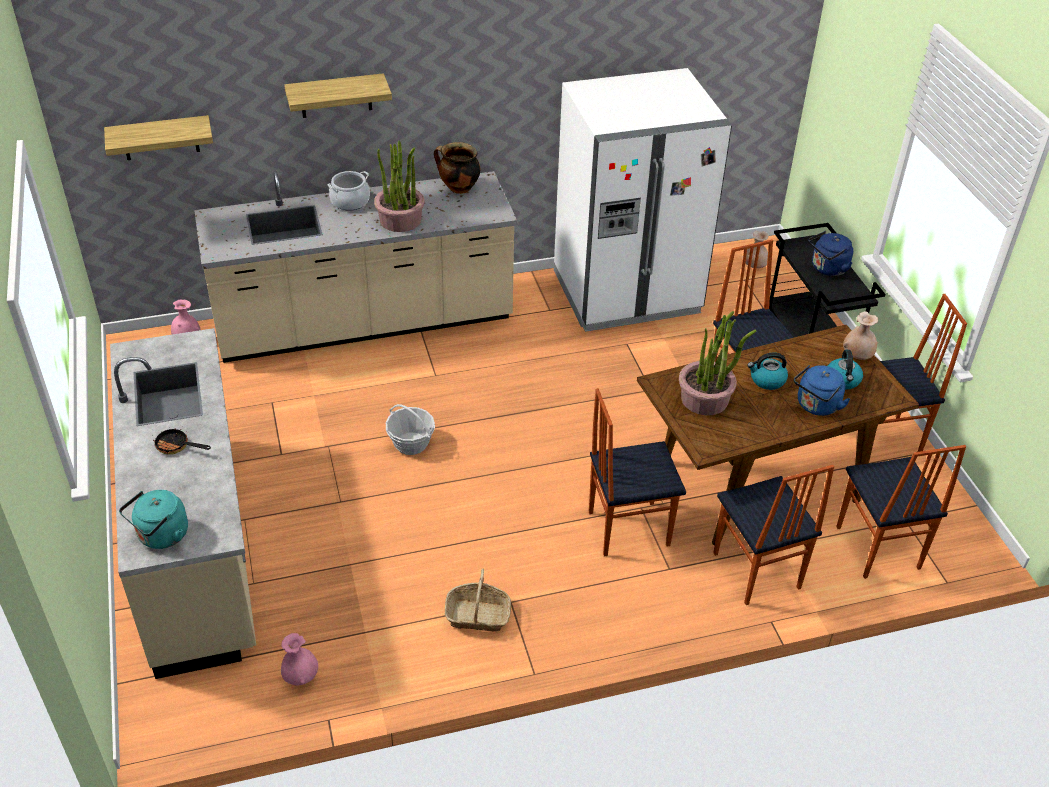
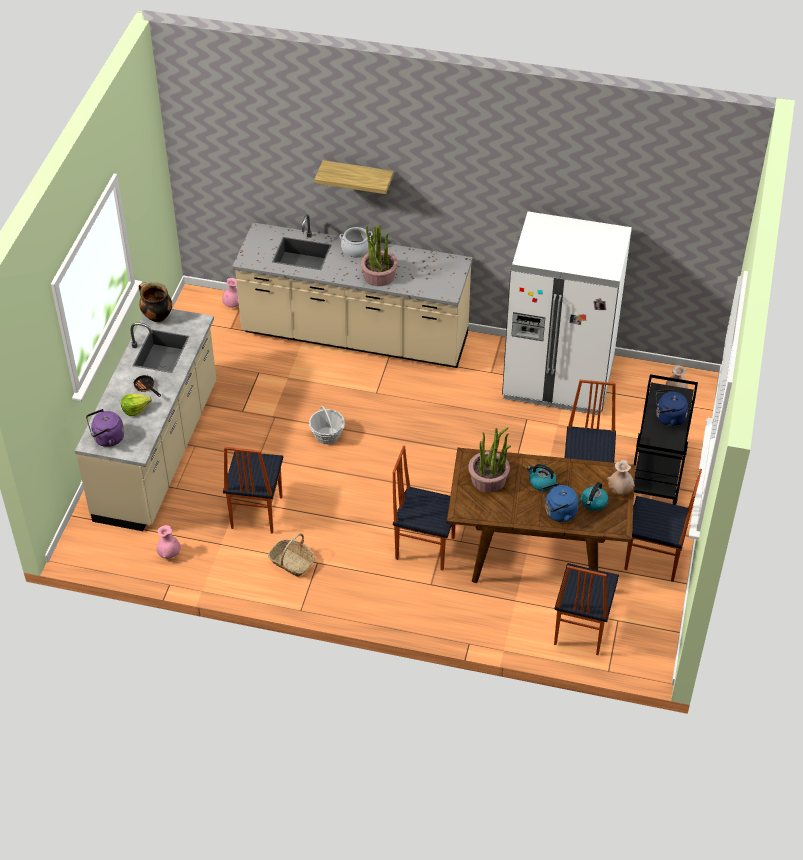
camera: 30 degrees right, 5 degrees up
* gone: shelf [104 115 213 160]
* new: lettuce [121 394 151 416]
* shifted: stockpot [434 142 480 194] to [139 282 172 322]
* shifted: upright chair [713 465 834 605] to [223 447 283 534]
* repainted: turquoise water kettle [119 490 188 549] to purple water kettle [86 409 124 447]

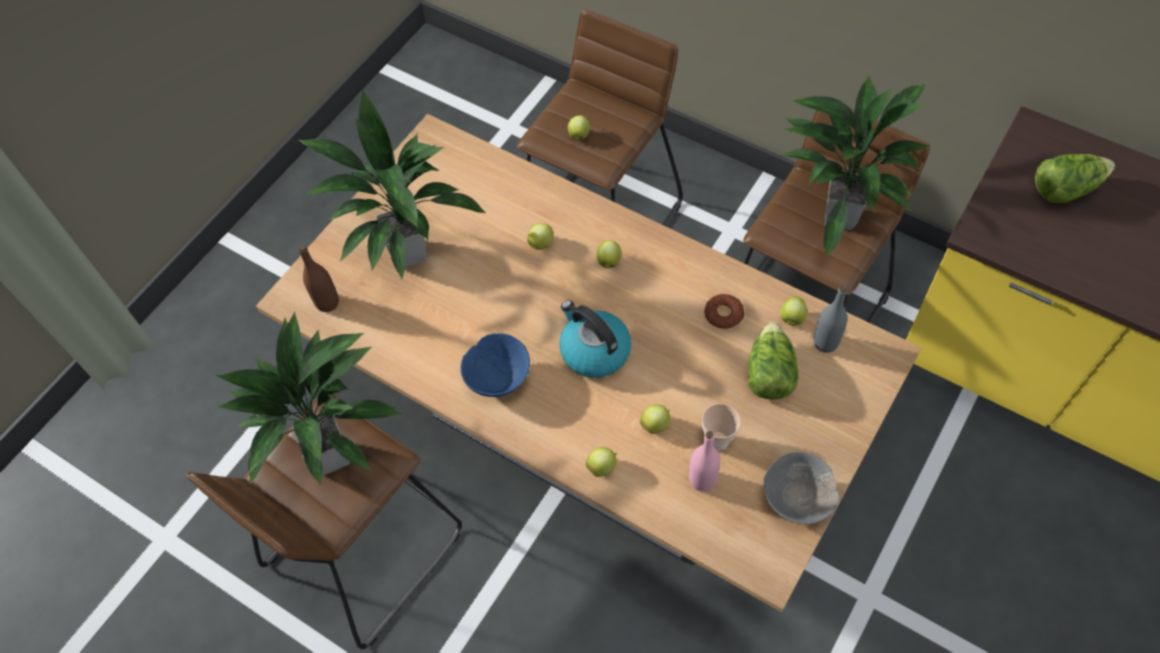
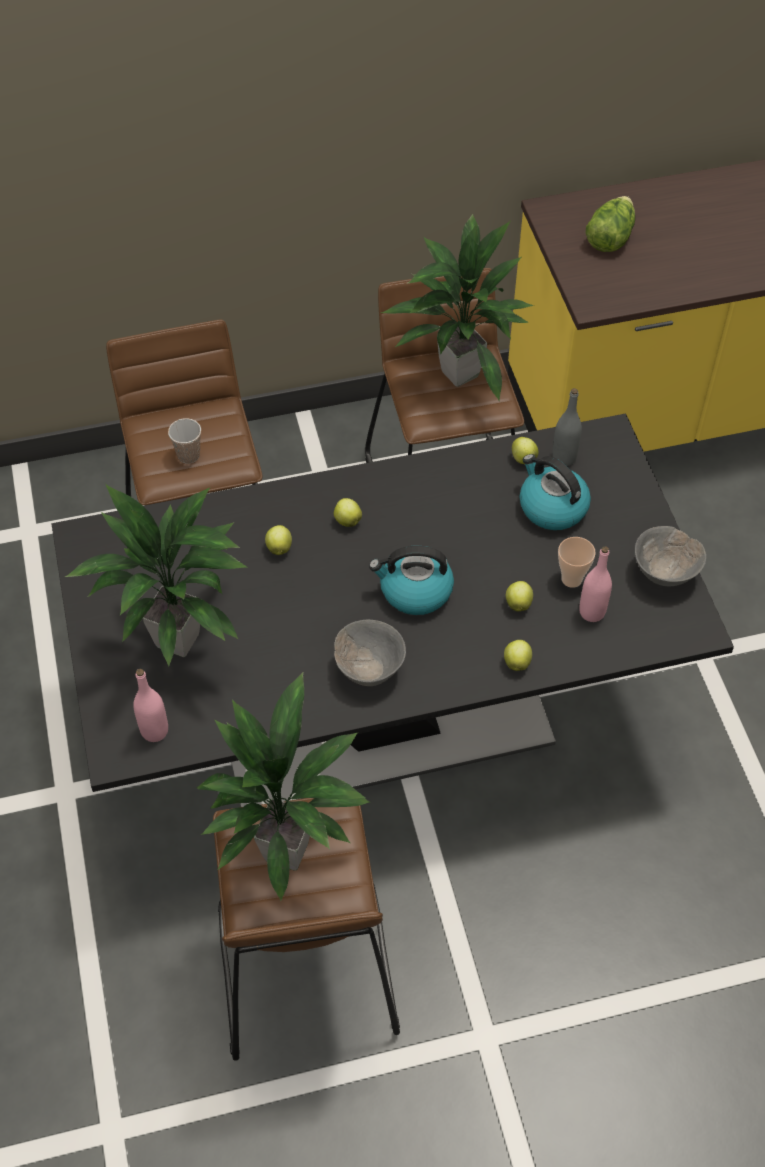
camera: 50 degrees left, 5 degrees down
* gone: doughnut [704 294 744 329]
* swapped: whole apple [568 115 590 140] to drinking cup [168 418 201 464]
* swapped: lettuce [748 322 798 399] to water kettle [520 454 591 530]
* repainted: beige-coloured dinner table [256 114 922 612] to black dinner table [52 413 734 807]
* repainted: brownish beverage bottle [298 245 339 312] to pink-coloured beverage bottle [133 669 168 742]
* repainted: bluish deep dish [460 333 530 397] to gray deep dish [334 619 406 686]

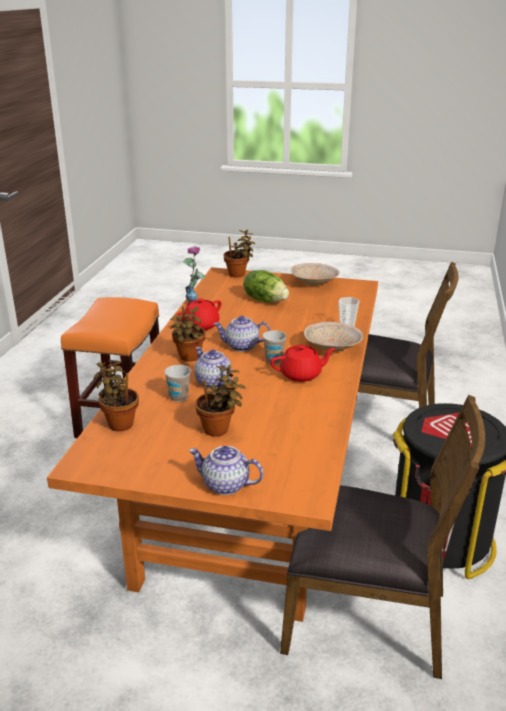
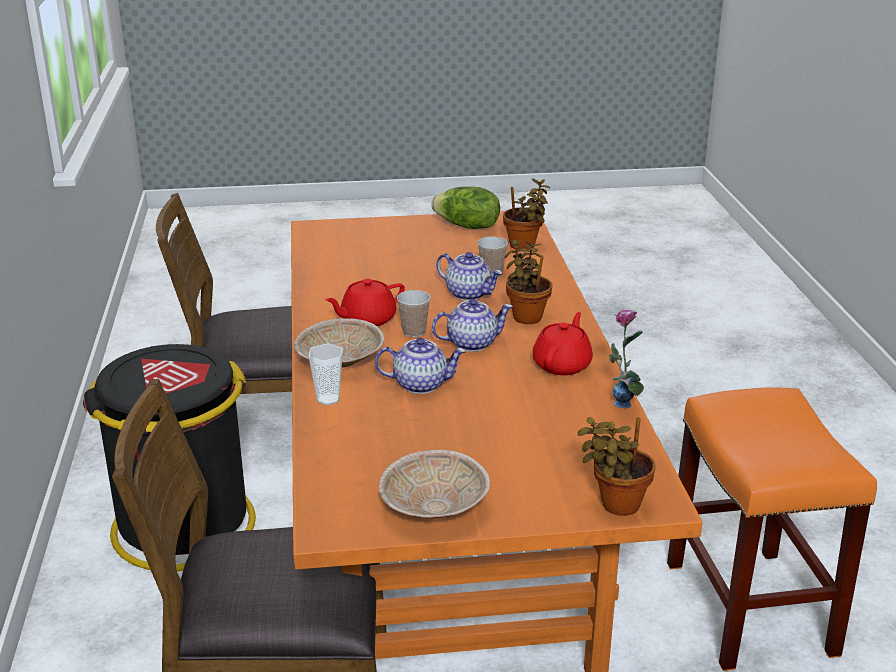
camera: 160 degrees right, 0 degrees up
* gone: houseplant [195 365 246 437]
* shifted: pot for tea [189 446 263 495] to [375 338 466 394]
* shifted: lettuce [243 270 289 303] to [431 186 500 229]

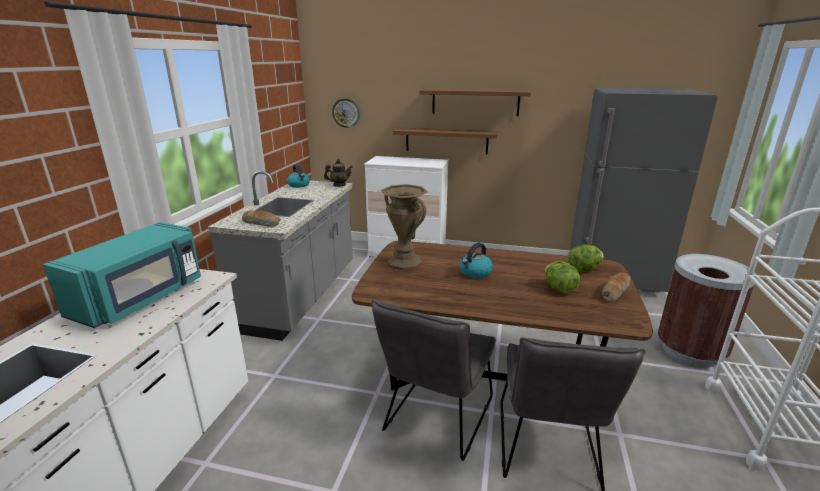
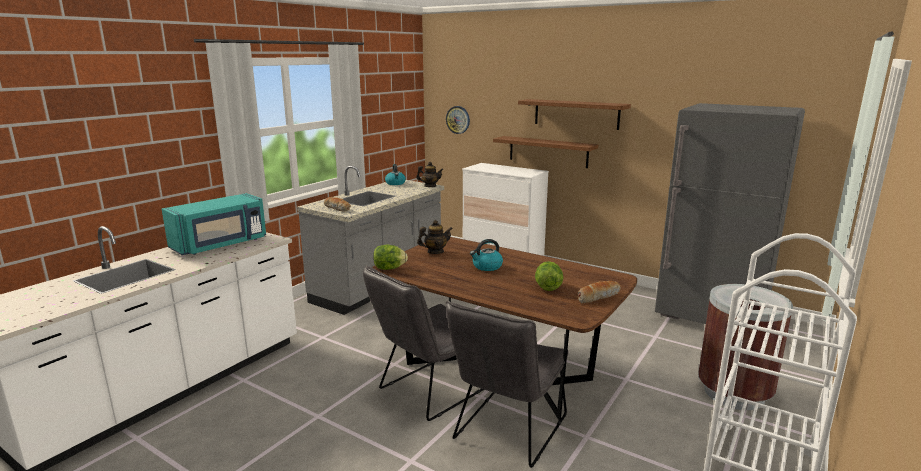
camera: 20 degrees right, 5 degrees down
* shifted: lettuce [568 244 604 272] to [373 244 408 270]
* swapped: brownish flower vase [381 184 428 270] to pot for tea [417 220 453 254]

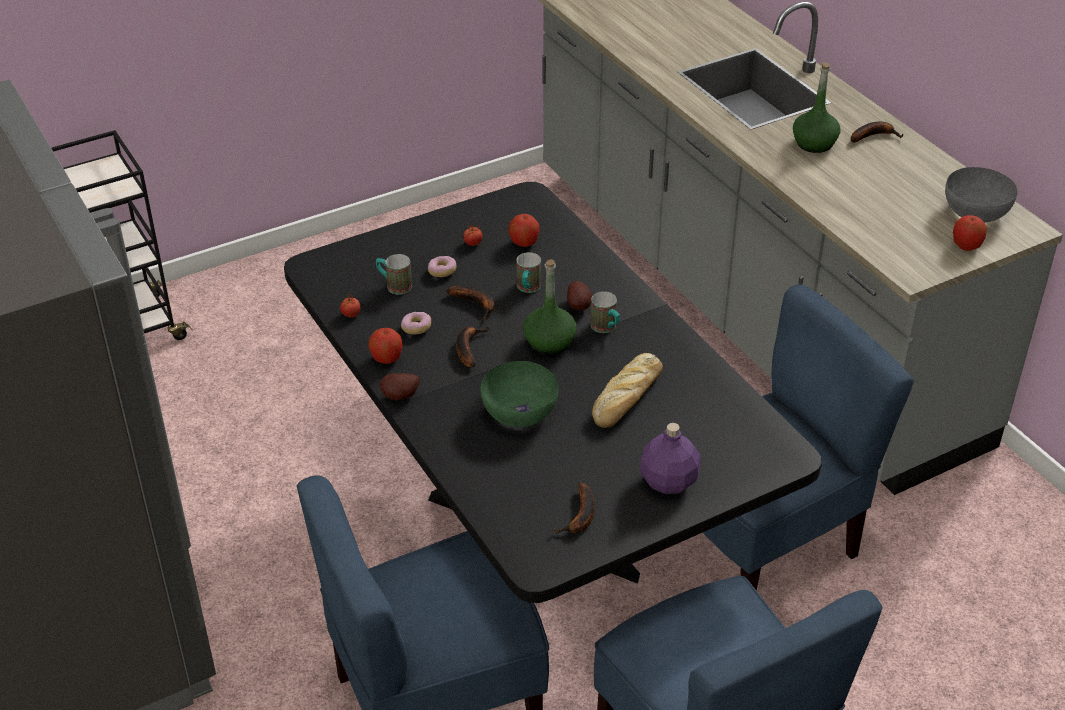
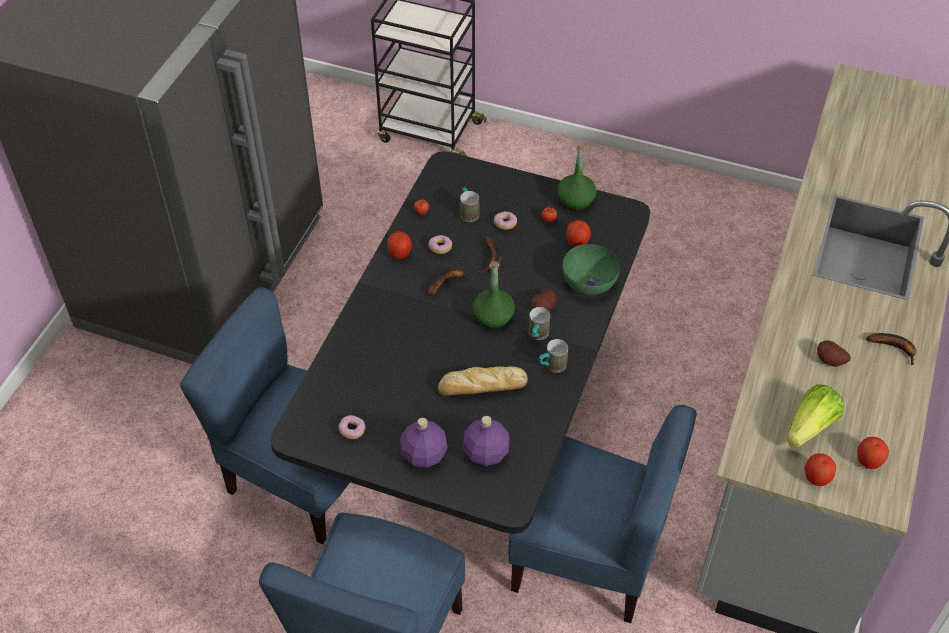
camera: 50 degrees right, 10 degrees up
* new: purple beverage bottle [463 416 509 466]
* new: lettuce [787 384 844 448]
* shifted: potato [380 373 420 400] to [817 340 851 367]
* shifted: green-coloured deep dish [481 361 558 427] to [562 244 620 295]
* shifted: tea mug [516 252 541 293] to [539 339 568 373]
* shifted: green-coloured beverage bottle [793 62 840 153] to [557 143 597 211]
* swapped: whole banana [552 482 595 533] to doughnut [338 415 366 439]
* swapped: gray deep dish [945 167 1018 222] to whole apple [857 437 889 469]

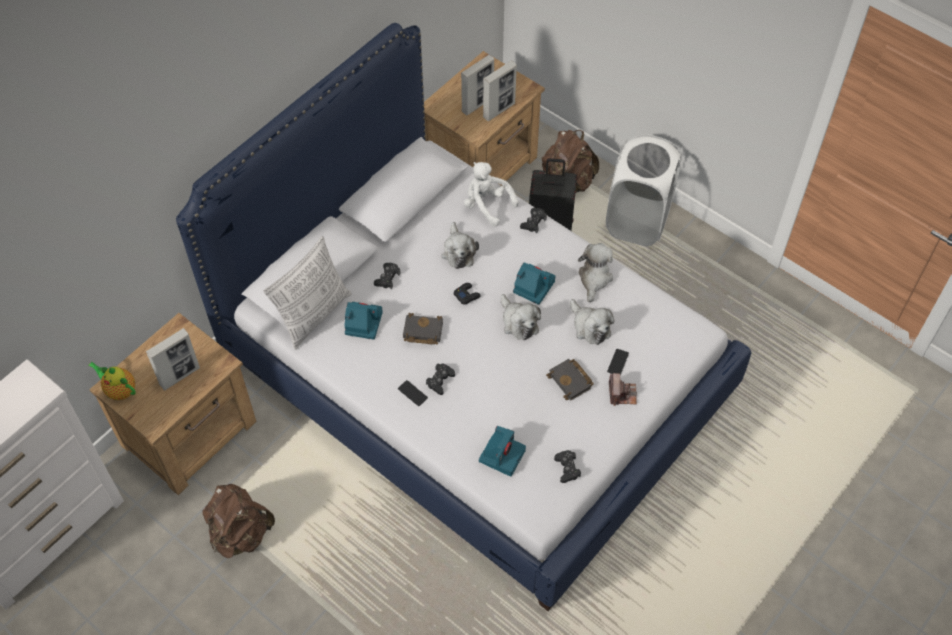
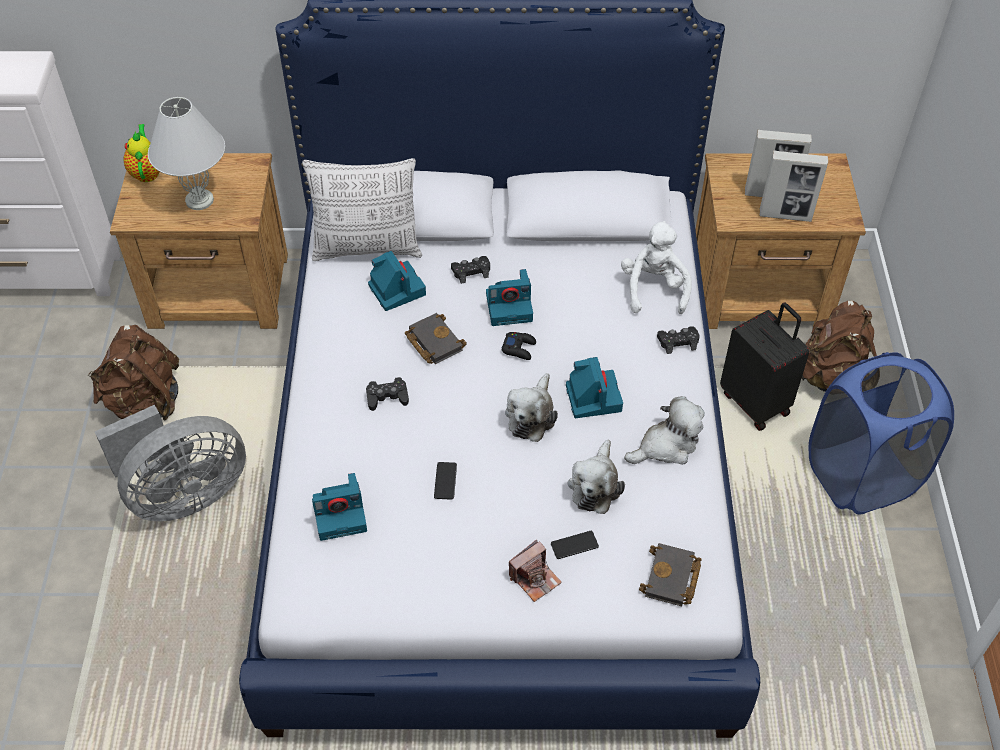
camera: 50 degrees right, 5 degrees down
* gone: plush toy [442 222 479 269]
* gone: black game controller [554 450 581 483]
* new: gray fan [95 405 246 521]
* new: still camera [486 269 533 326]
* shifted: handset [398 380 428 406] to [434 462 457 500]
* shifted: black bound book [546 359 594 401] to [639 543 702 606]
* swapped: photo frame [146 328 200 390] to white tabletop lamp [148 97 225 210]
* repainted: white laundry basket [606 134 682 246] to bluish laundry basket [809 352 954 515]

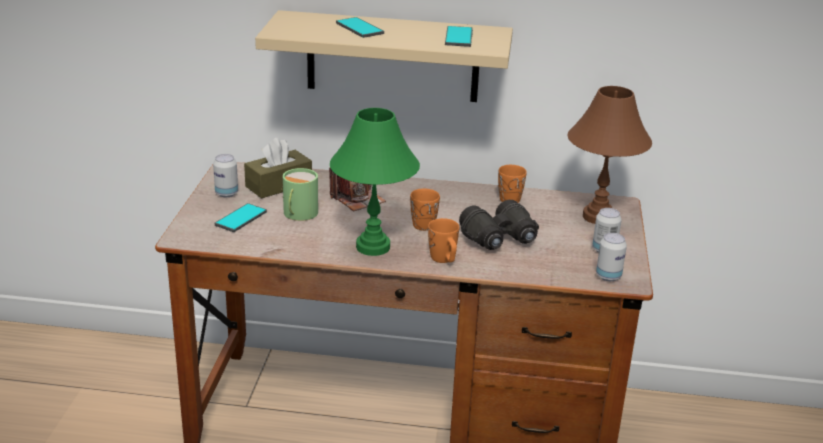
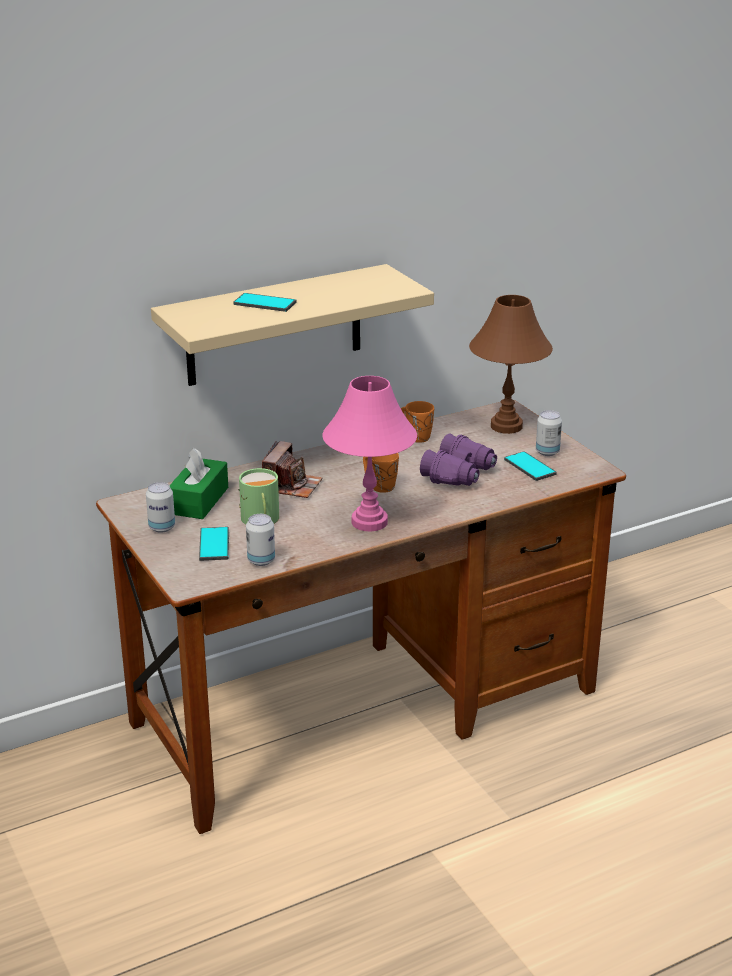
camera: 35 degrees left, 0 degrees up
* gone: orangey tea mug [428 218 459 263]
* shifted: handset [445 26 473 47] to [504 451 557 481]
* shifted: metal can [596 233 627 281] to [246 514 275 566]
* repainted: brownish tissue box [244 137 312 199] to green-coloured tissue box [169 447 228 519]
* repainted: green-coloured tabletop lamp [330 108 420 256] to pink-coloured tabletop lamp [322 376 417 531]
* repainted: black binoculars [459 200 539 250] to purple binoculars [420 434 497 486]

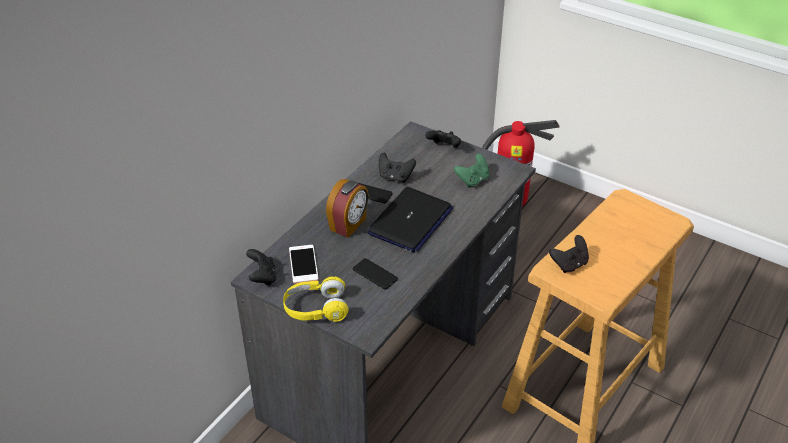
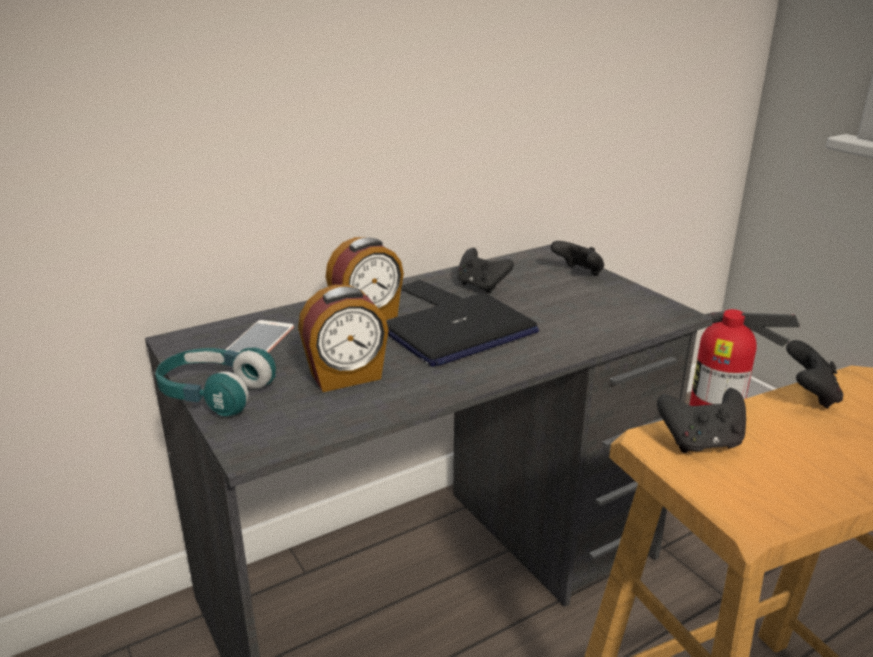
camera: 25 degrees right, 15 degrees down
* gone: green-coloured game controller [454 154 489 187]
* shifted: black game controller [246 249 276 286] to [786 340 843 409]
* swapped: handset [353 258 398 290] to alarm clock [298 285 389 392]
* repainted: yellowish headphones [283 277 348 322] to turquoise headphones [155 347 276 416]

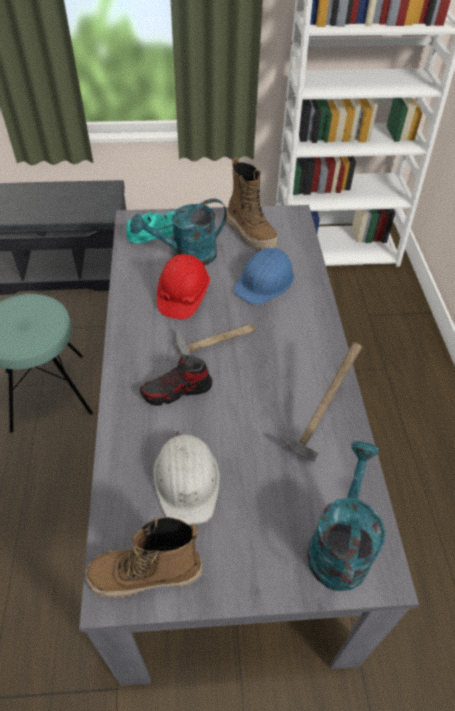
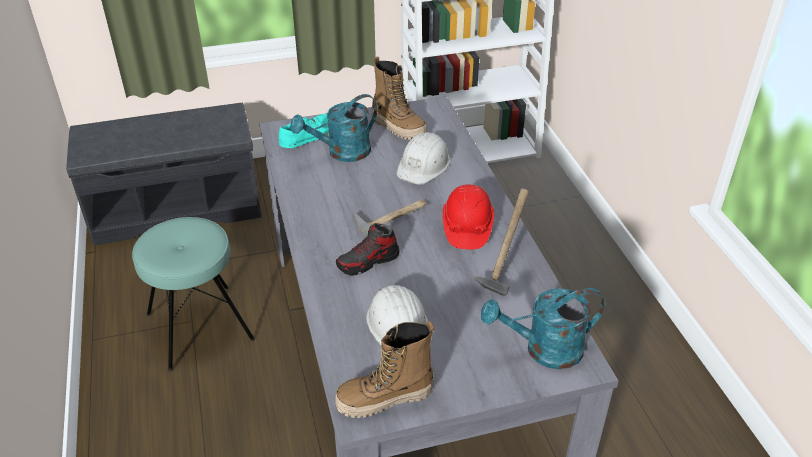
camera: 10 degrees left, 10 degrees down
* shifted: reddish safety helmet [157 254 210 319] to [443 184 494 249]
* repainted: bluish safety helmet [234 248 294 305] to white safety helmet [396 132 450 185]
* rotated: turquoise watering pot [307 441 386 591] = [481 288 605 369] 105 degrees counterclockwise

